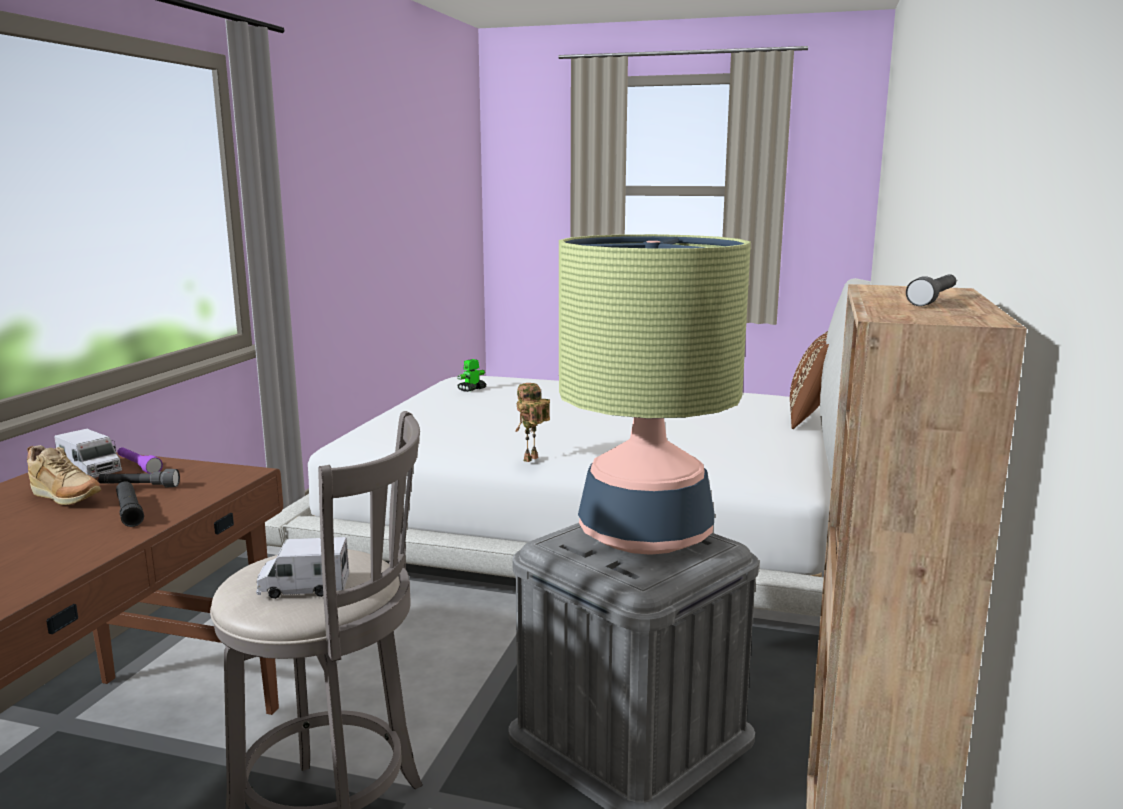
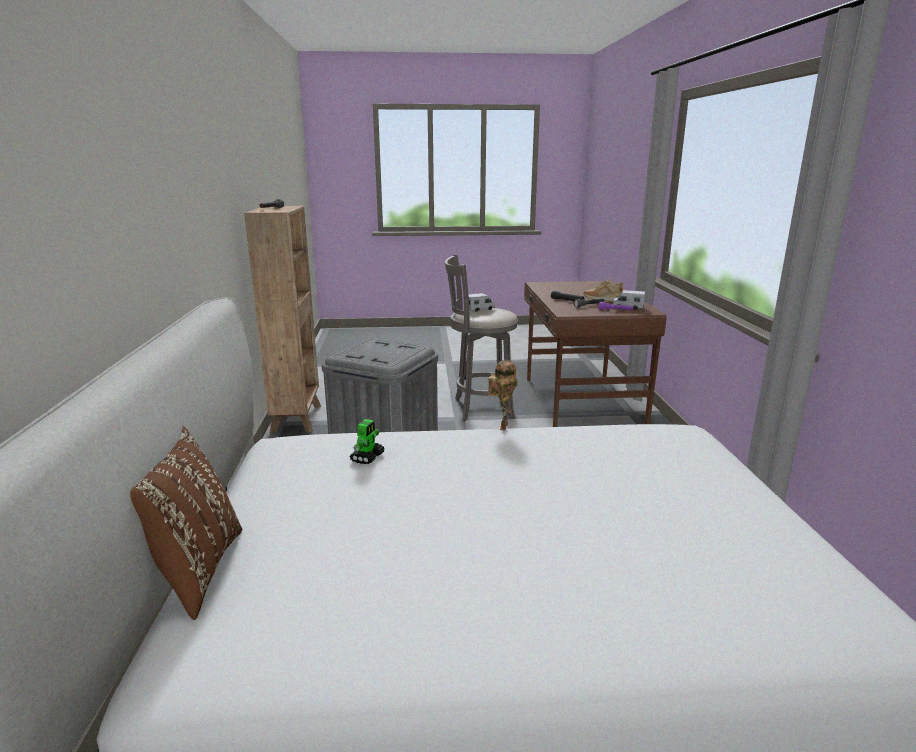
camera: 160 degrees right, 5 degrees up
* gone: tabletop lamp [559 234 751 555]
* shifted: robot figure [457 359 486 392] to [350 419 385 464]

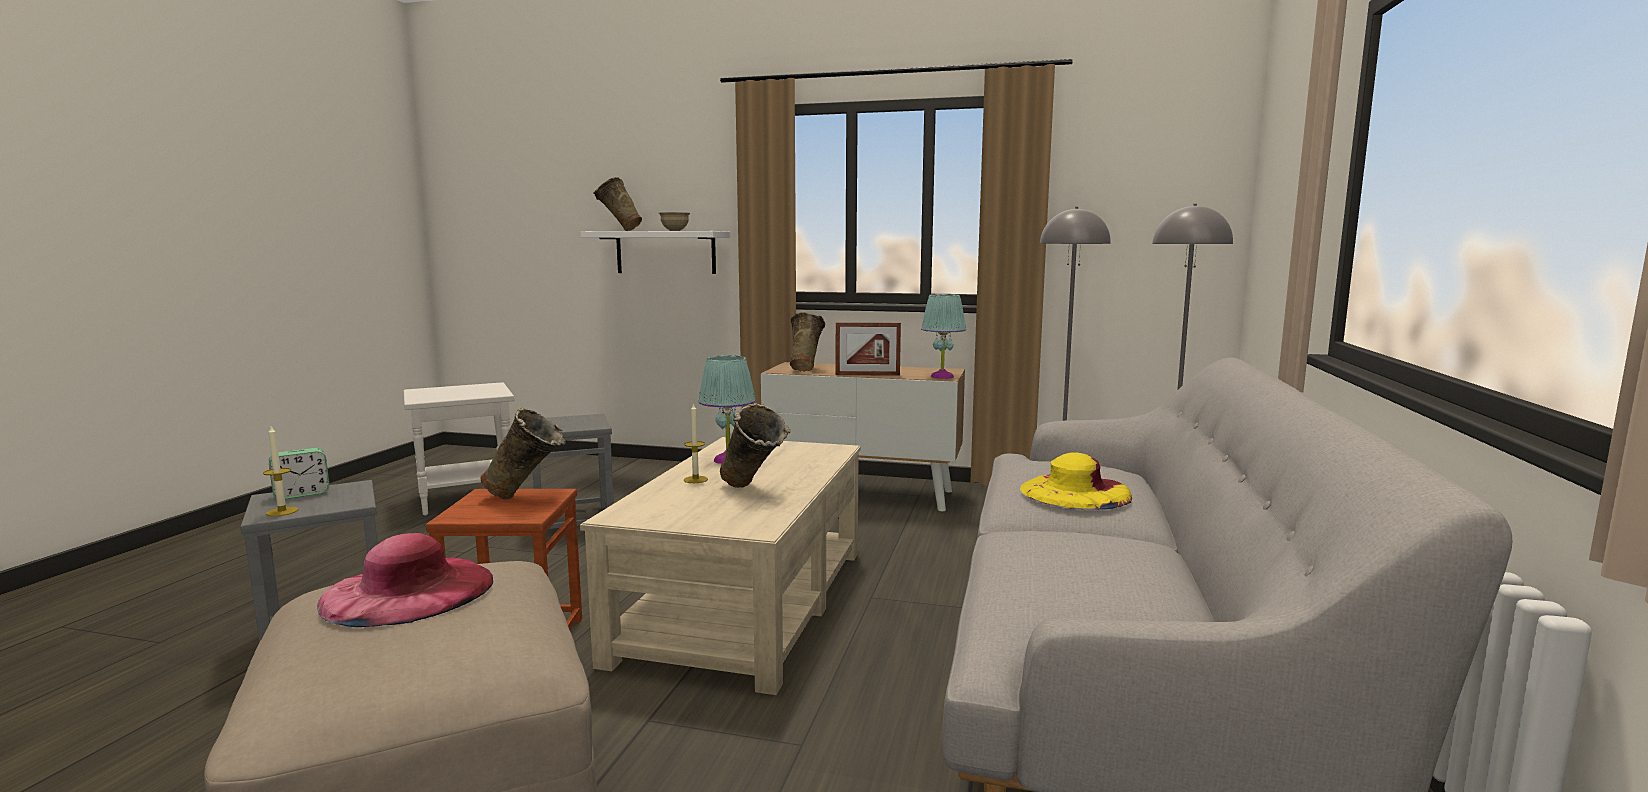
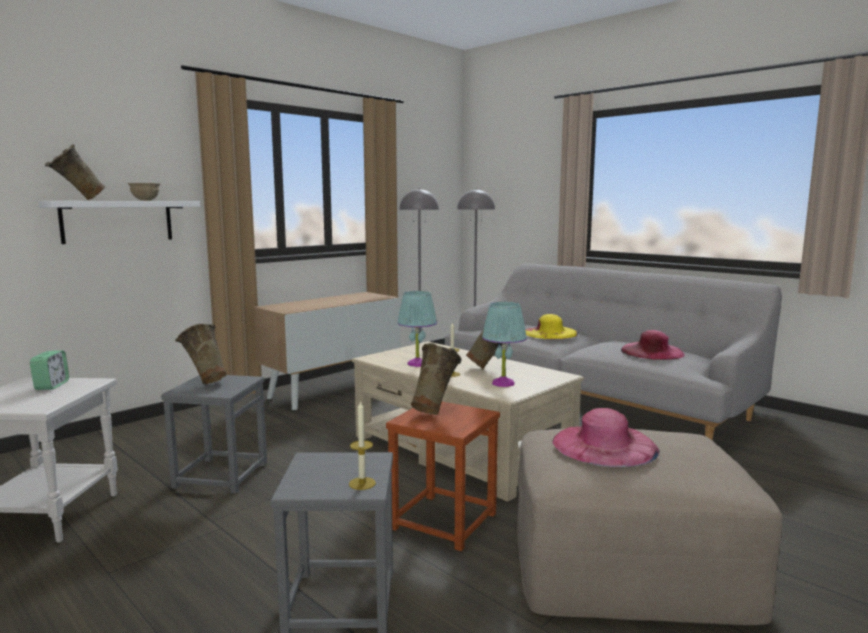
camera: 60 degrees left, 0 degrees up
* gone: photo frame [836 322 901 376]
* new: pink-coloured clothing hat [621 330 685 360]
* shifted: alarm clock [269 448 330 499] to [30 350 69 390]
* shifted: beige-coloured flower vase [790 312 825 372] to [175 324 227 384]
* shifted: turquoise tabletop lamp [921 294 966 379] to [482 302 527 387]

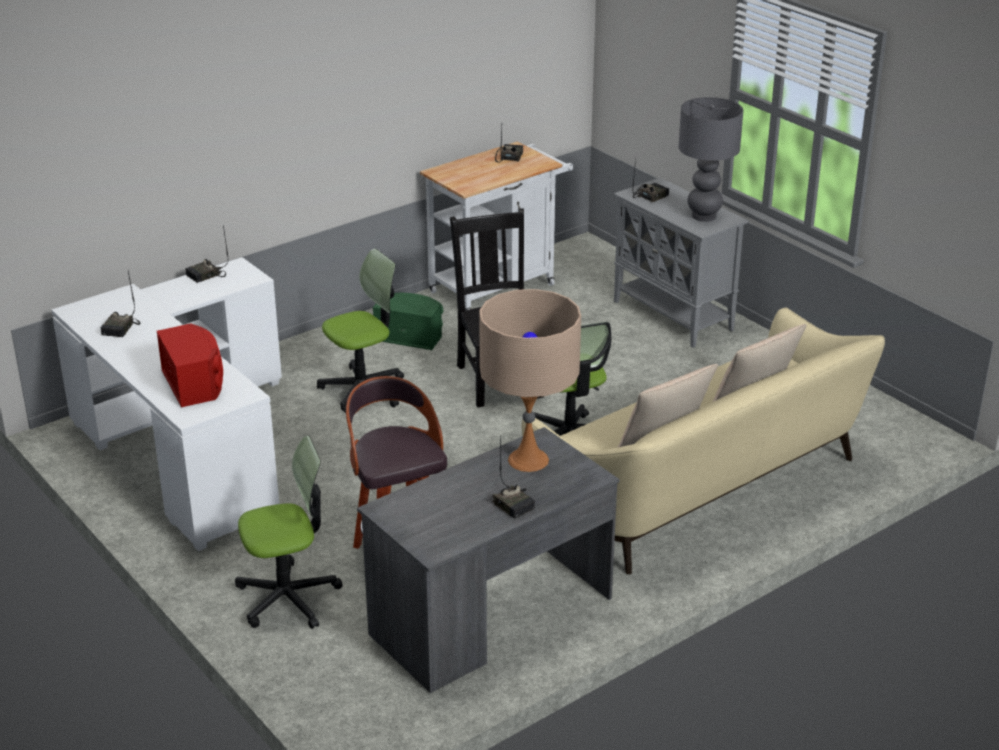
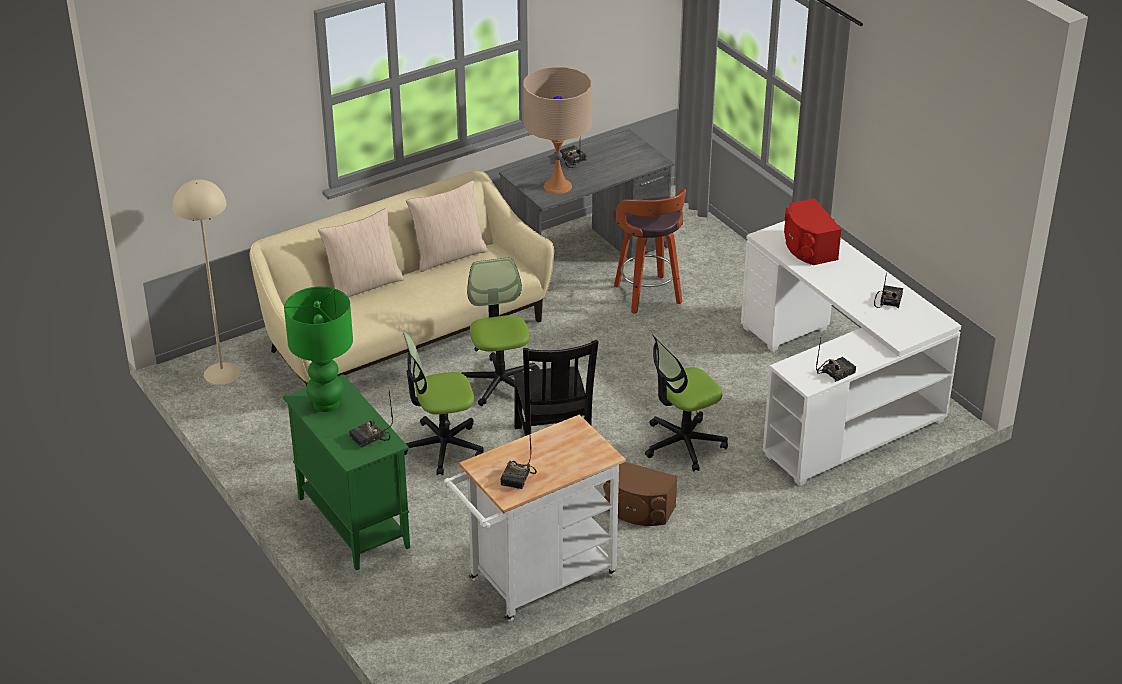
camera: 175 degrees left, 5 degrees up
* new: beige-coloured standard lamp [173 179 241 385]
* shifted: office chair [235 436 343 629] to [403 332 484 475]
* repainted: green-coloured loudspeaker [373 293 443 350] to brownish loudspeaker [603 462 677 526]
* repainted: gray cabinet [614 178 749 348] to green-coloured cabinet [283 374 410 570]
* repainted: gray tabletop lamp [678 97 743 222] to green-coloured tabletop lamp [284 287 353 412]

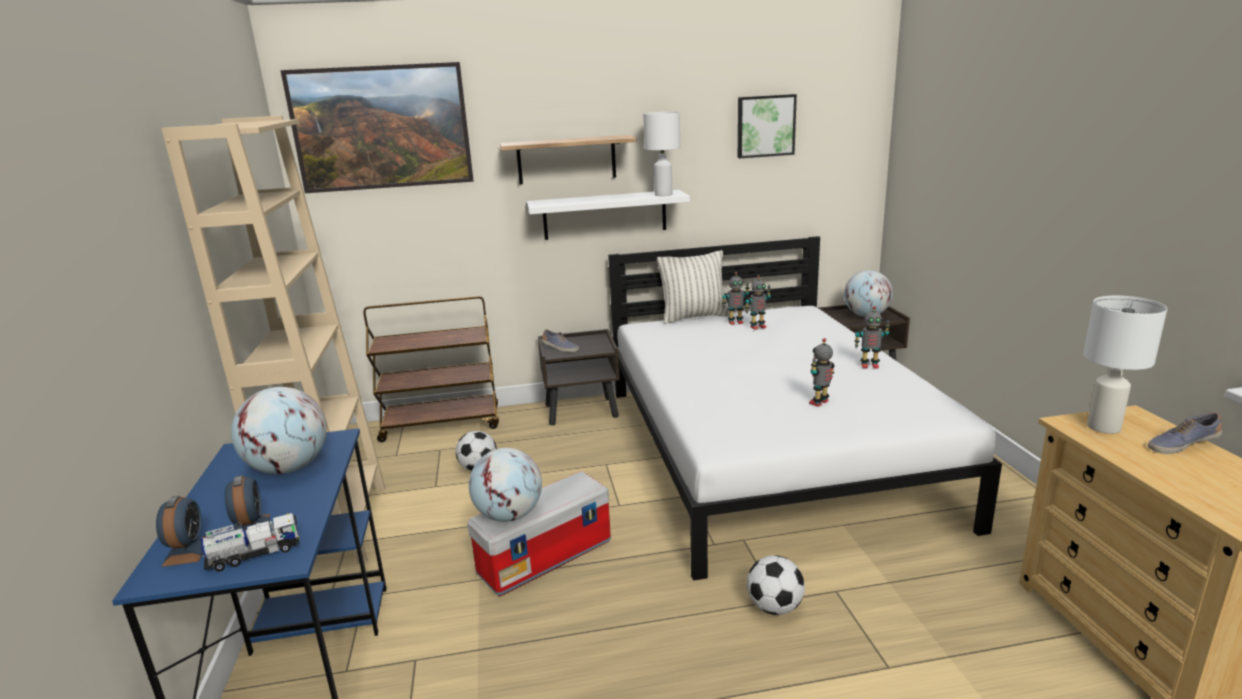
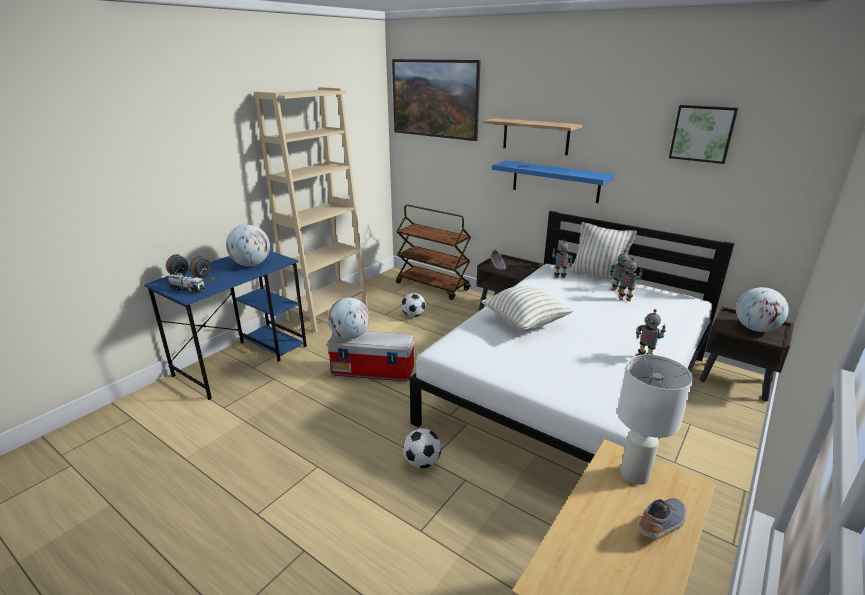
camera: 45 degrees right, 5 degrees up
* gone: white tabletop lamp [643 112 680 196]
* new: throw pillow [481 286 574 331]
* shifted: robot figure [809 338 835 407] to [552 239 573 278]
* repainted: white shelf [526 190 690 240] to bluish shelf [492 161 614 203]
* rotated: item of footwear [1148 412 1222 454] = [638 498 686 539] 105 degrees clockwise

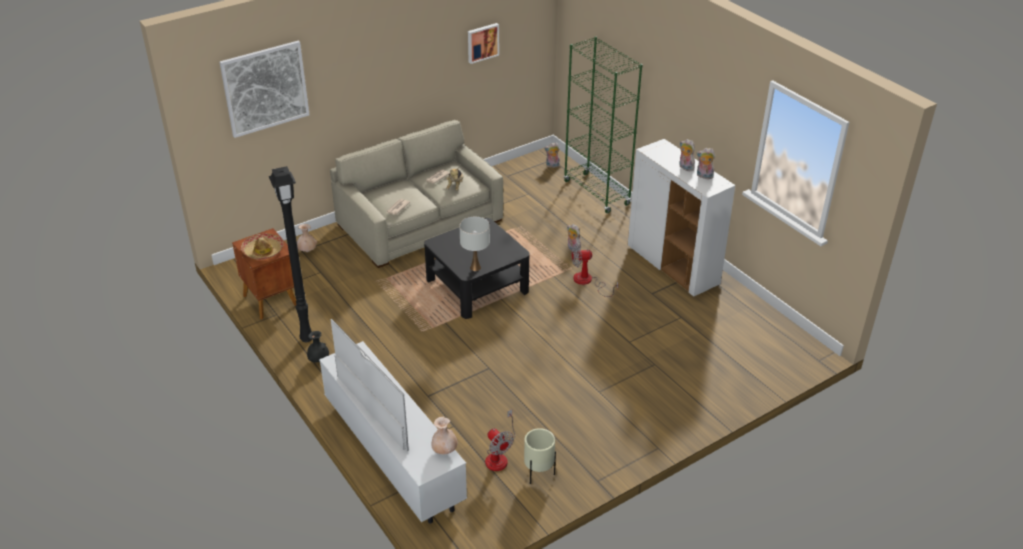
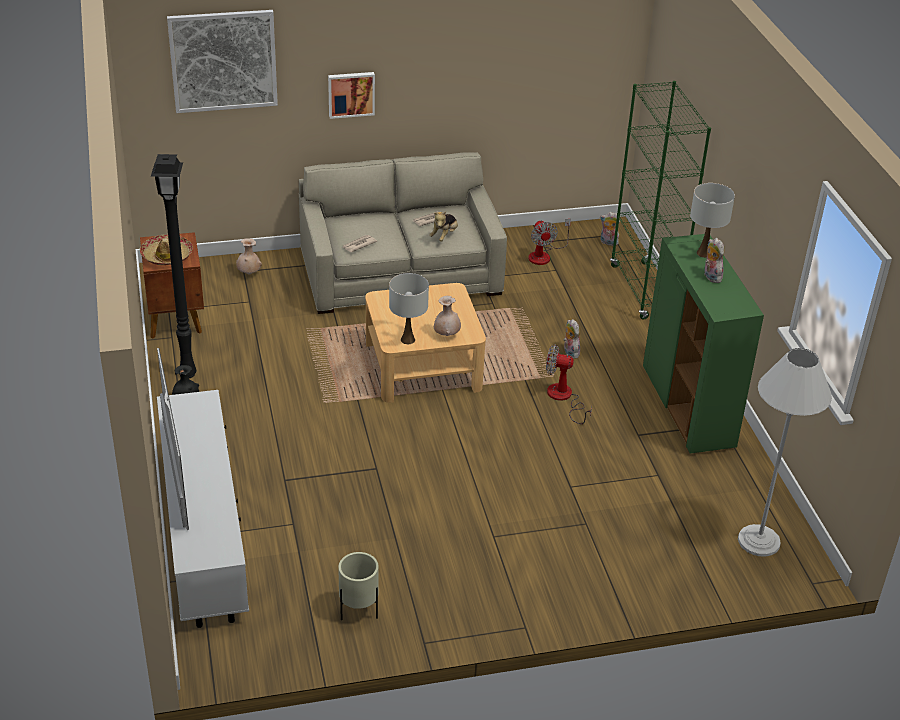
camera: 20 degrees right, 0 degrees up
* gone: plush toy [697 148 715 179]
* new: white tabletop lamp [690 183 735 258]
* new: white standard lamp [738 348 832 557]
* shifted: beige-coloured flower vase [431 417 457 454] to [434 296 461 336]
* shifted: wall picture [468 23 499 64] to [328 72 375 119]
* shifted: fan [485 410 515 471] to [528 219 571 265]
* repainted: black coffee table [424 218 530 319] to beige-coloured coffee table [365 283 486 403]
* repainted: white cabinet [628 139 735 297] to green-coloured cabinet [643 234 764 453]

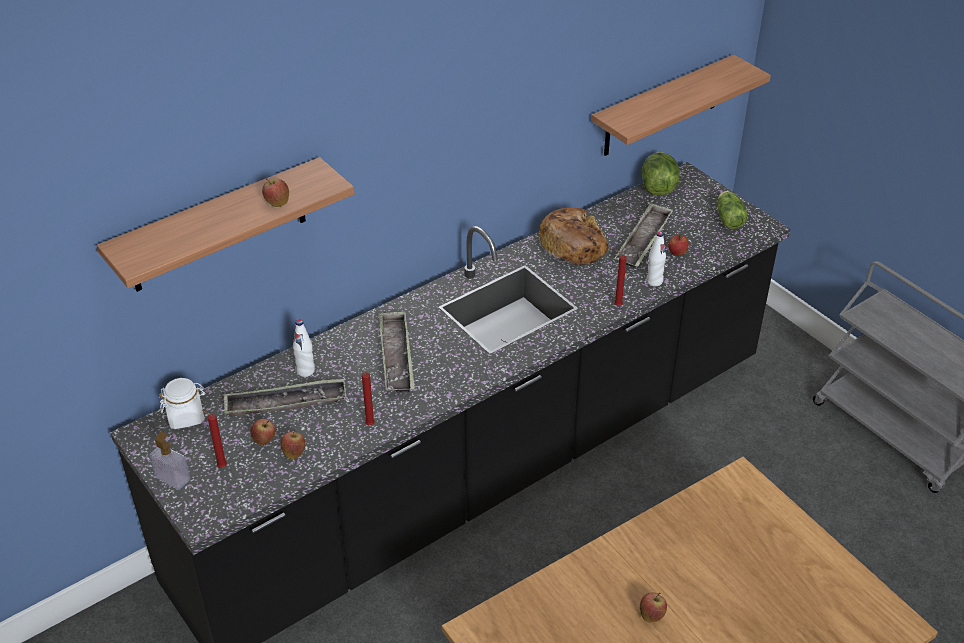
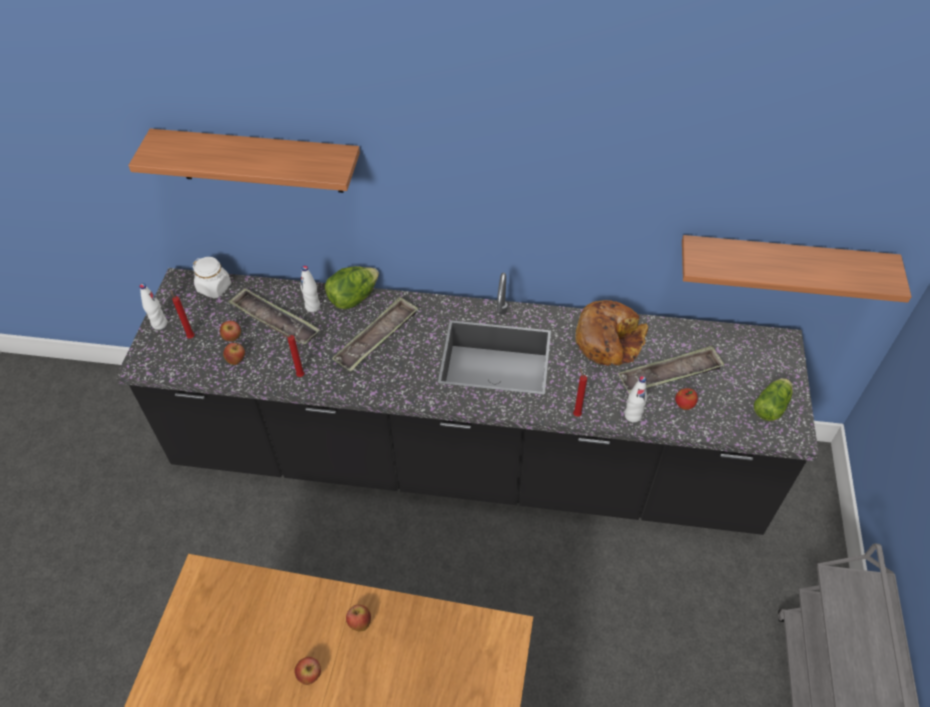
camera: 45 degrees right, 10 degrees up
* shifted: whole apple [262 178 289 207] to [346 605 371 631]
* shifted: lettuce [641 152 680 196] to [325 266 379 309]
* swapped: liquid soap bottle [149 432 190 490] to white beverage bottle [139 283 167 330]

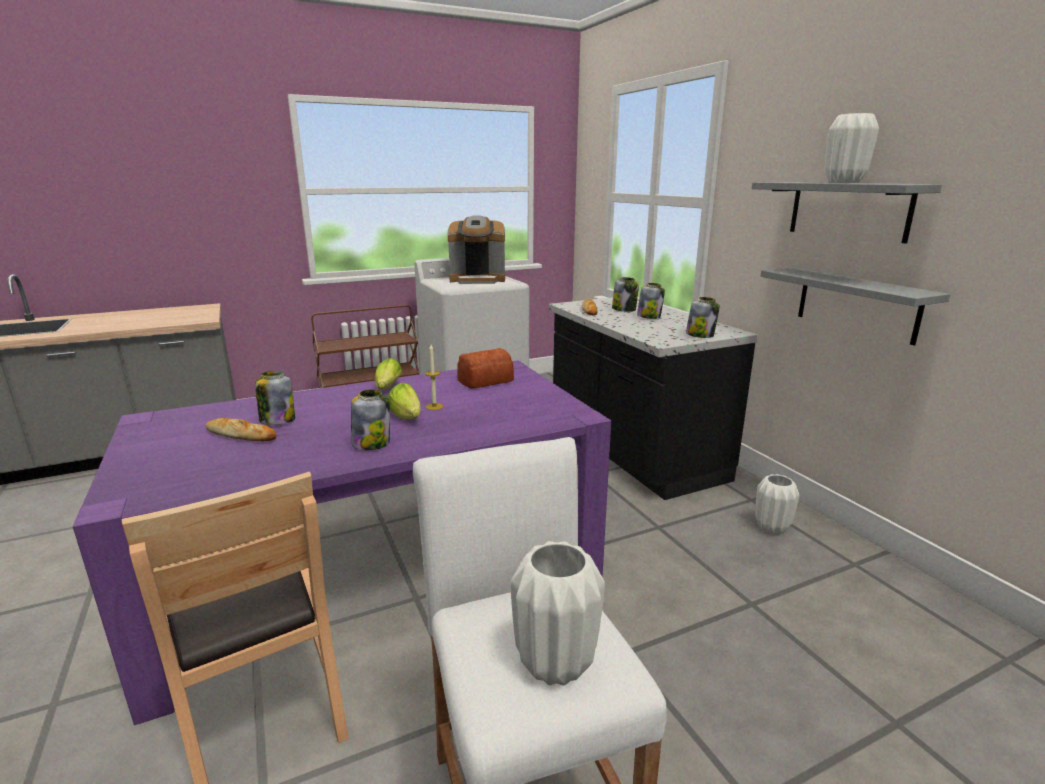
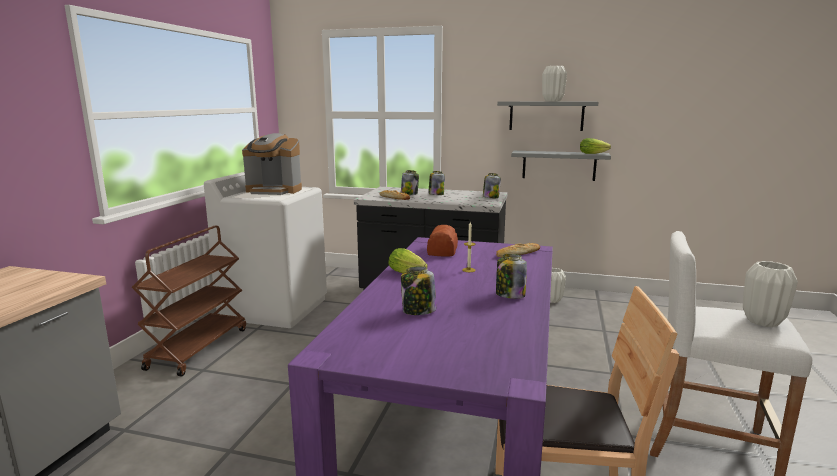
camera: 50 degrees left, 5 degrees down
* shifted: baked bread [206 418 276 441] to [496 243 540 257]
* shifted: lettuce [388 383 421 420] to [580 138 611 154]
* rotated: coffee machine [448 215 505 284] = [242 133 302 195] 60 degrees clockwise

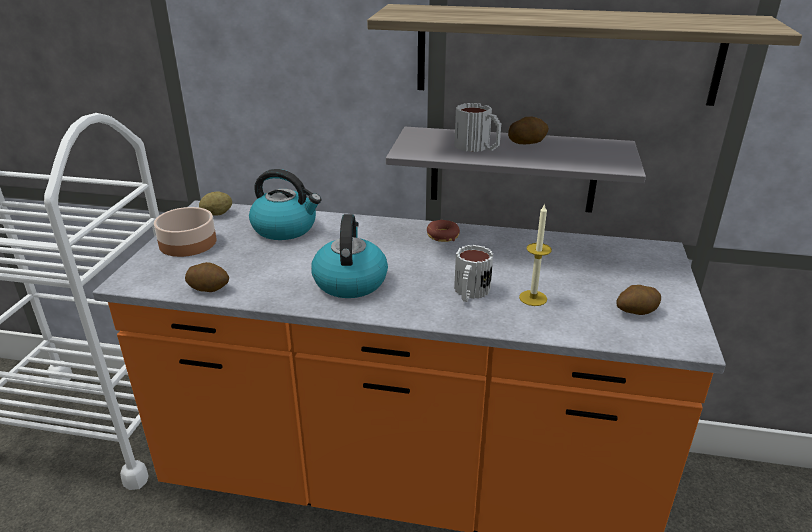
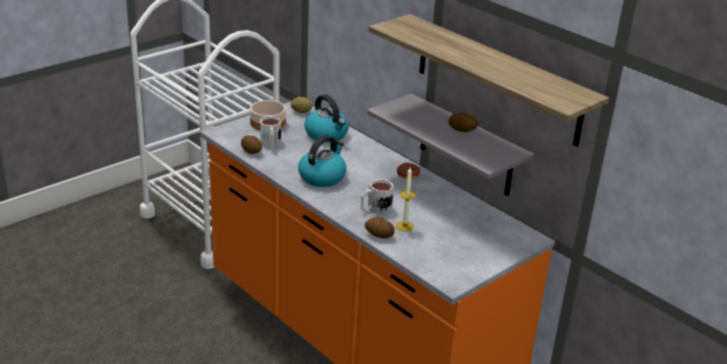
camera: 35 degrees right, 0 degrees up
* shifted: tea mug [455 103 501 152] to [260 116 281 149]
* shifted: potato [616 285 661 315] to [365 217 395 238]

